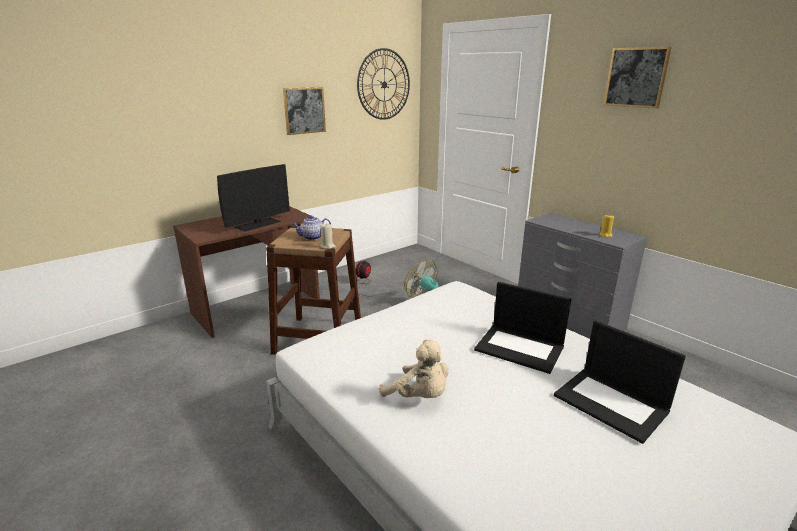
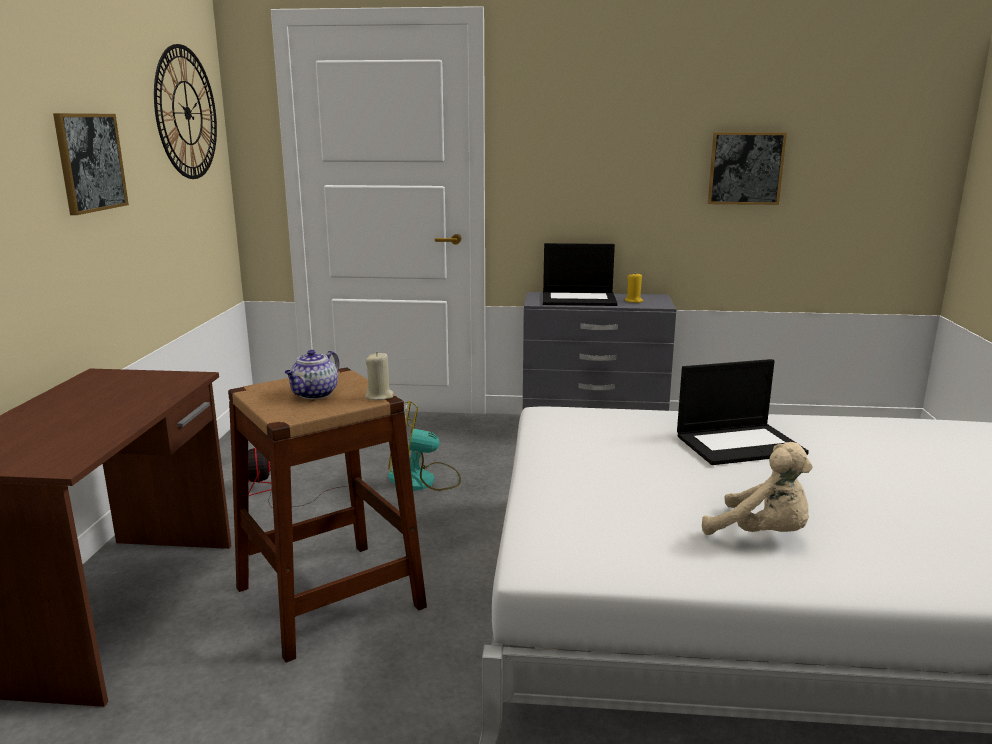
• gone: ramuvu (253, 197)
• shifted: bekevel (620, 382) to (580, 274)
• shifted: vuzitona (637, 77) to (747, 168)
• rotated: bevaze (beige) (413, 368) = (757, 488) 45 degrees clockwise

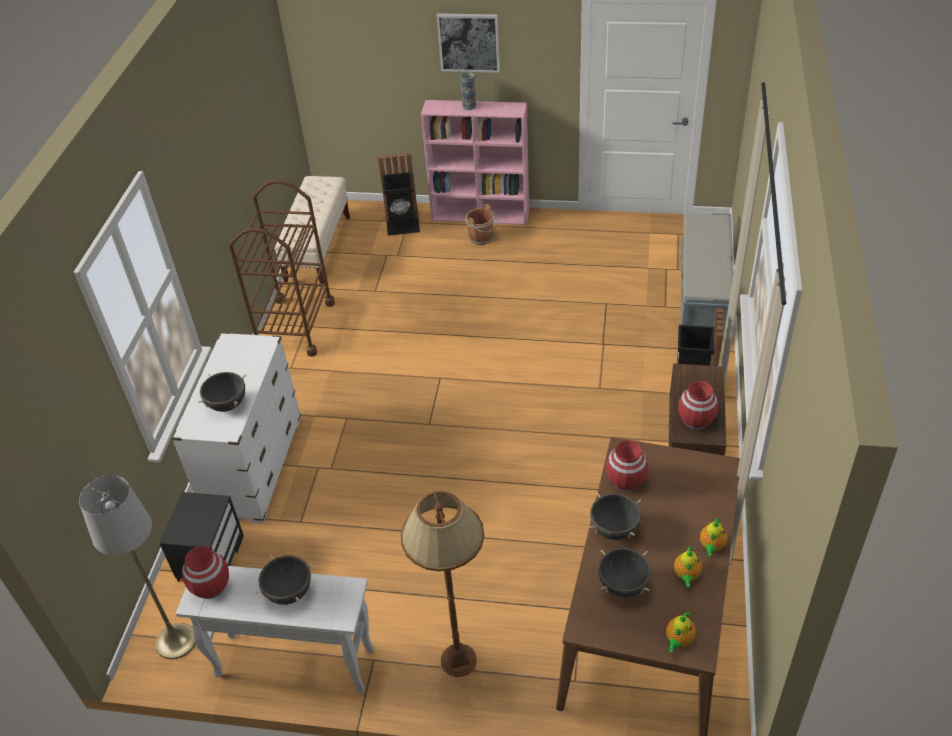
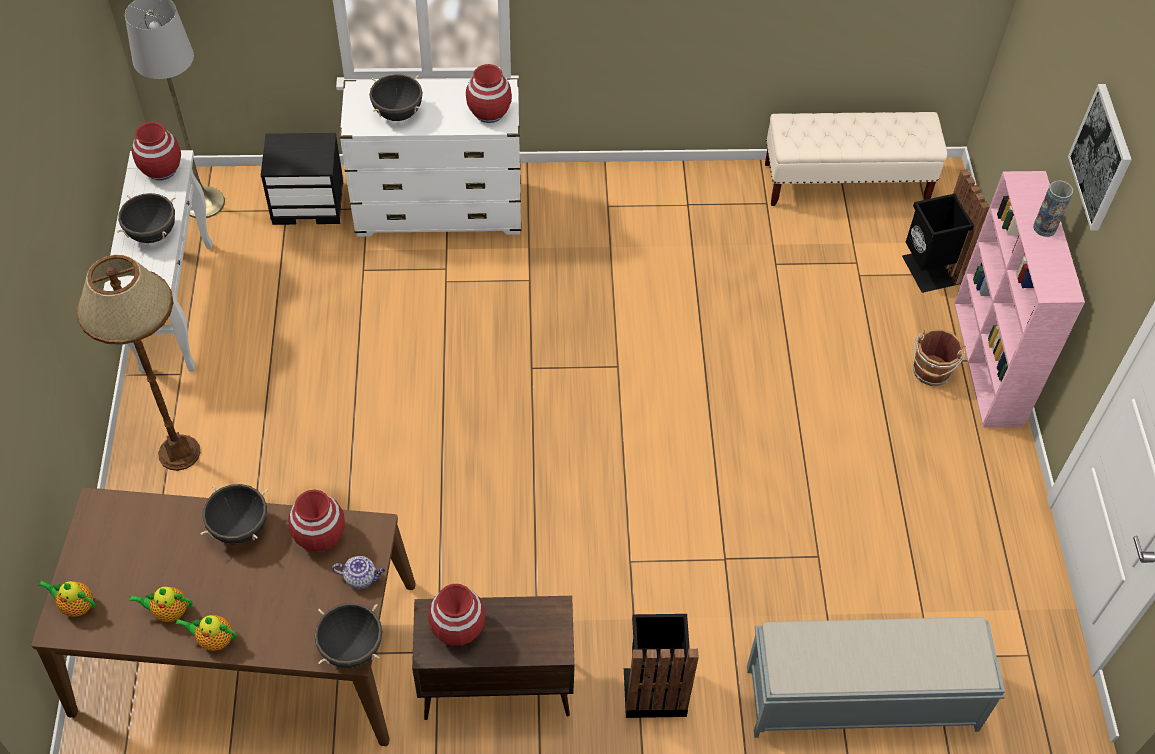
• gone: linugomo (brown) (282, 268)
• new: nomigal (358, 572)
• new: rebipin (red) (489, 93)
• shifted: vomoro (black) (624, 573) to (348, 635)

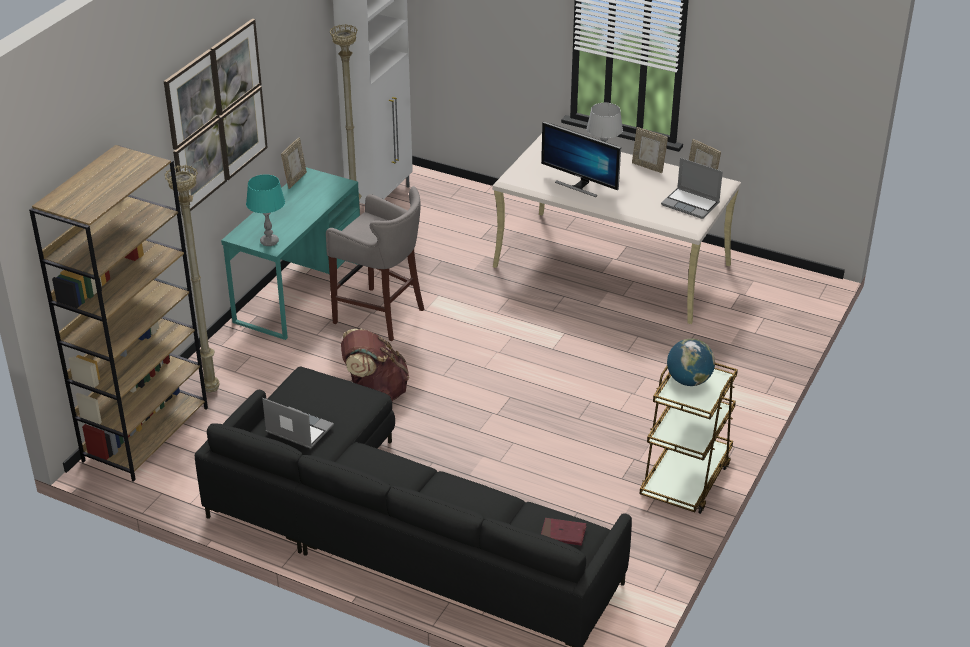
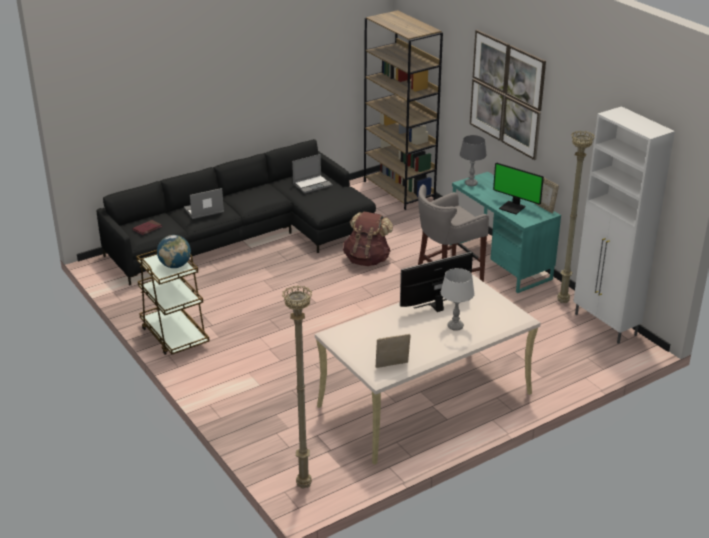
• gone: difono (650, 150)
• new: ramuvu (518, 188)
• shifted: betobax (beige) (191, 279) to (297, 387)
• shifted: bekevel (692, 188) to (204, 203)
• repainted: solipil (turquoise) (265, 210) to solipil (grey) (473, 160)

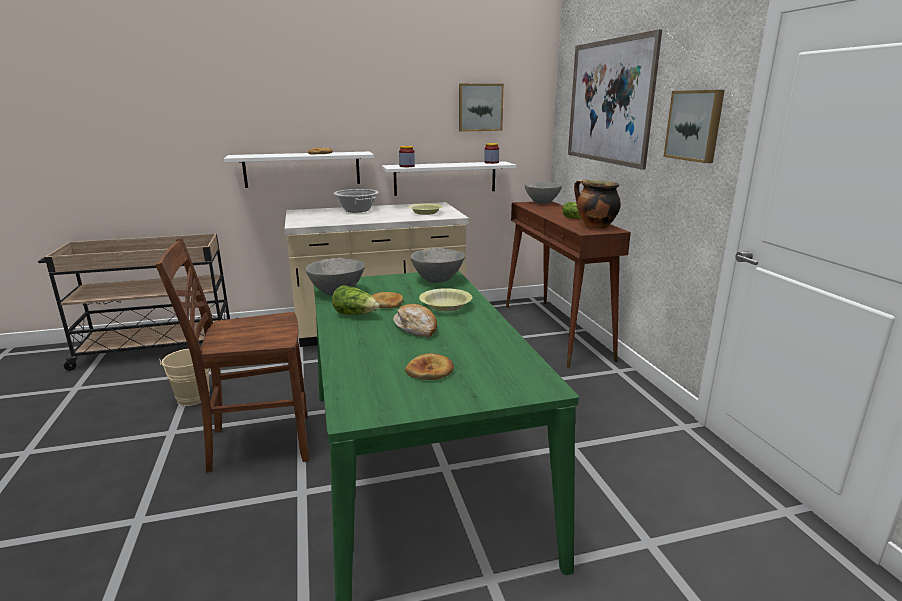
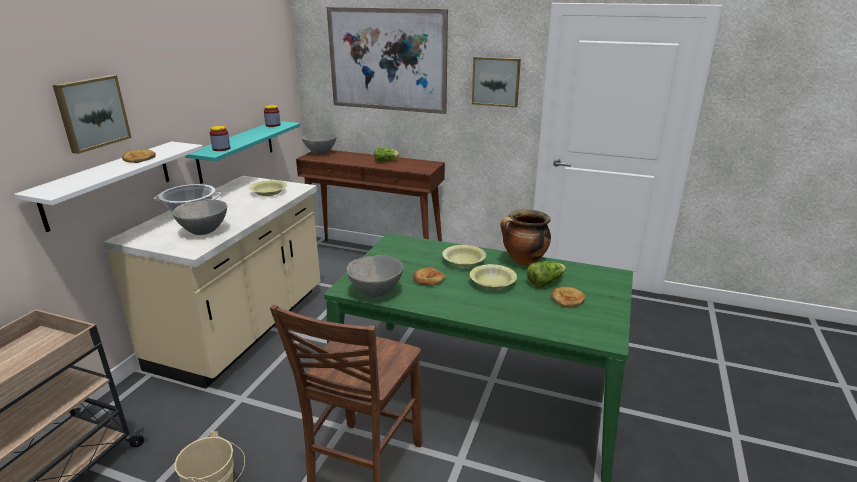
• shifted: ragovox (356, 300) to (546, 274)
• shifted: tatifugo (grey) (438, 265) to (199, 217)
• shifted: vuzitona (481, 107) to (92, 114)
• shifted: vomoro (597, 204) to (525, 237)
• swapped: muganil (415, 320) to tatifugo (yellow) (493, 276)
• repainted: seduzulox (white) (449, 178) to seduzulox (turquoise) (243, 152)

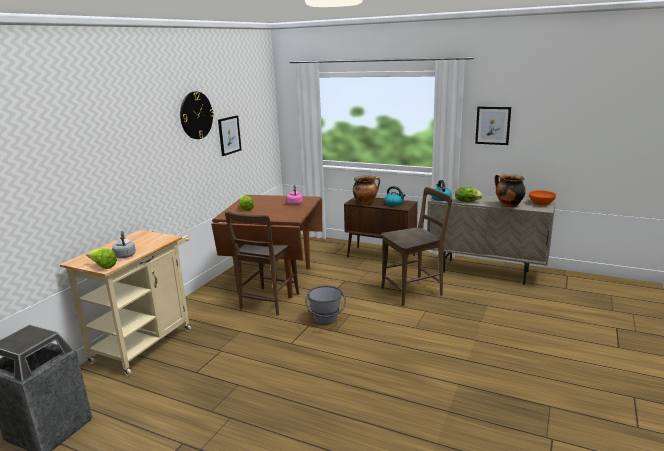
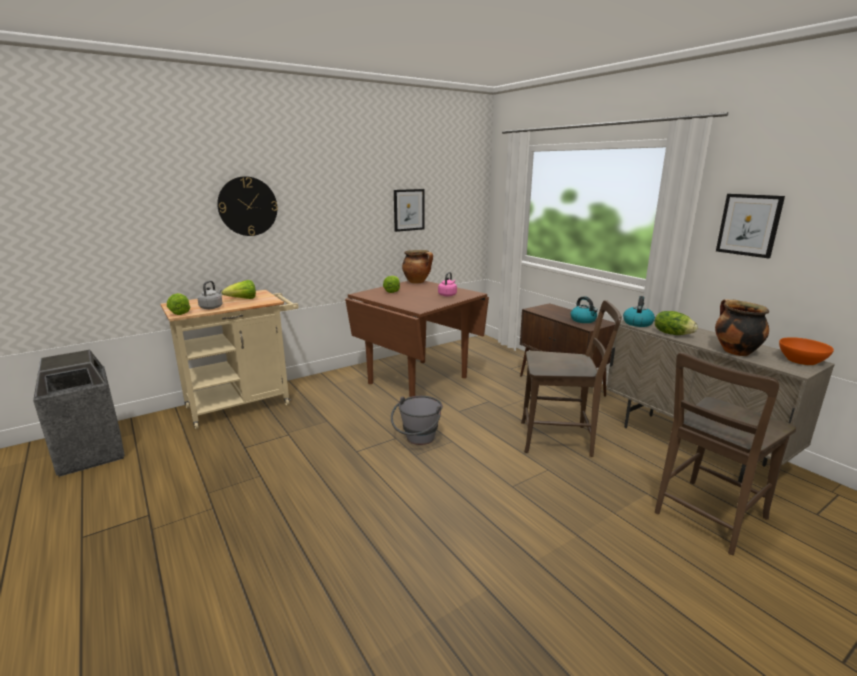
• new: ragovox (239, 289)
• shifted: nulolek (197, 115) to (247, 206)
• shifted: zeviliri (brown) (262, 264) to (725, 453)
• shifted: vomoro (366, 190) to (417, 266)

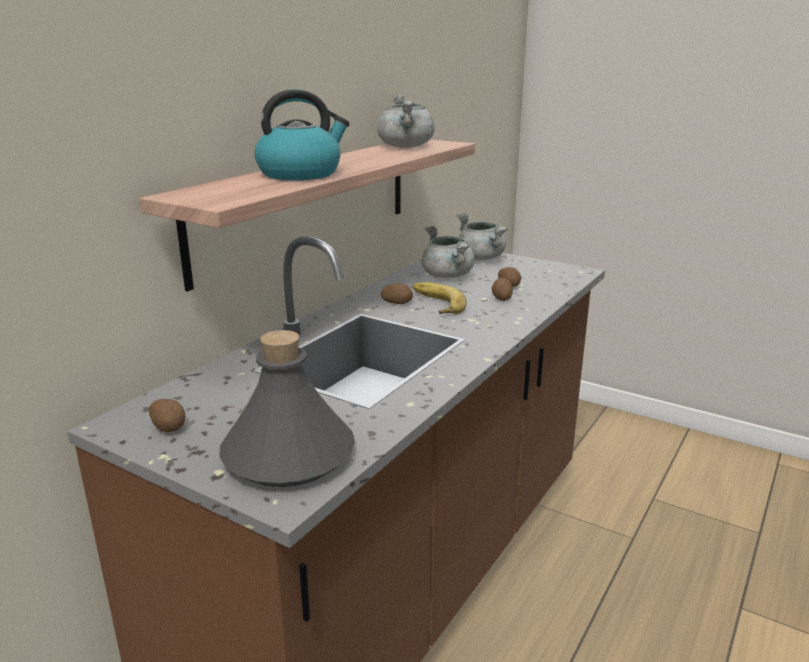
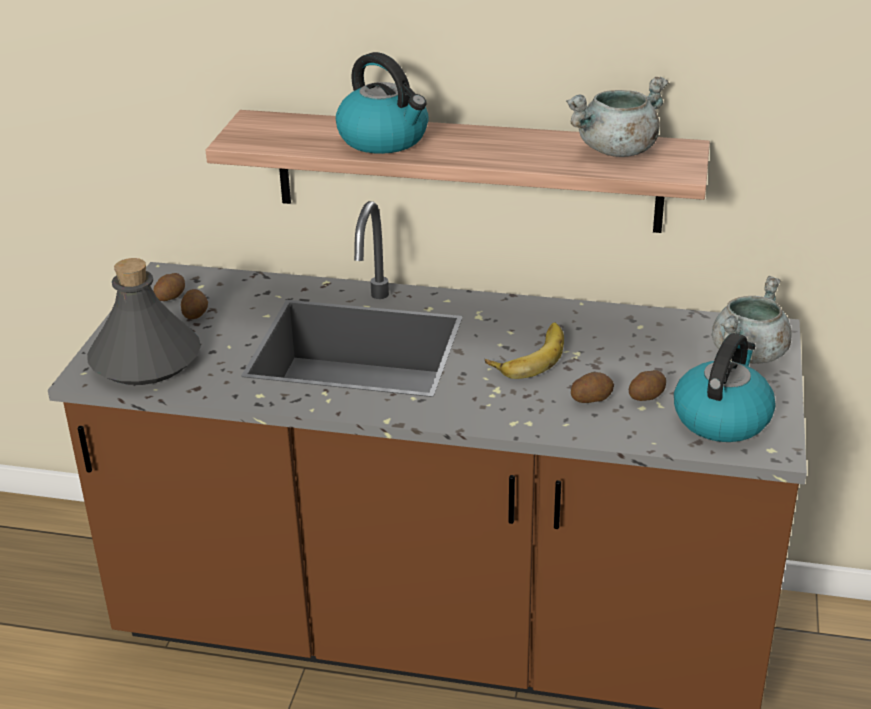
• gone: vomoro (grey) (448, 252)
• new: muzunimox (725, 387)
• shifted: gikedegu (397, 293) to (194, 304)

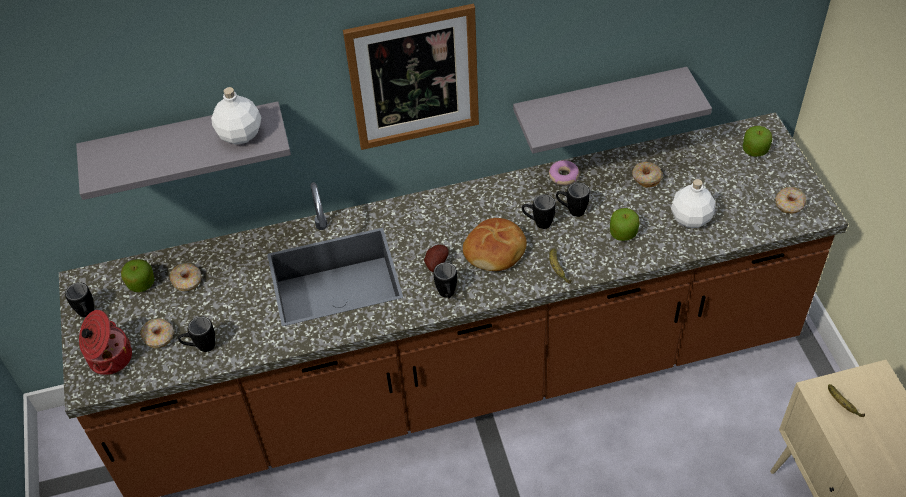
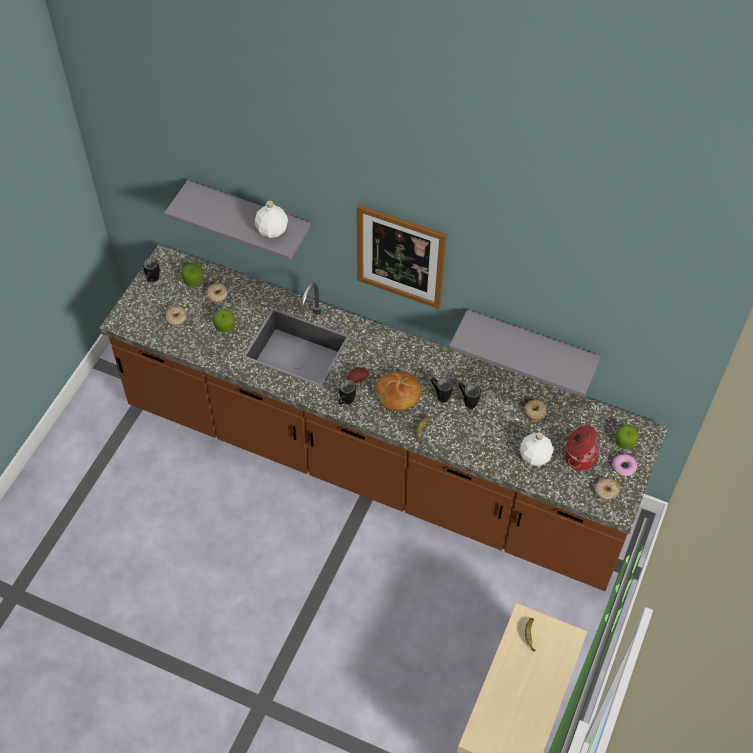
• gone: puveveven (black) (196, 334)
• shifted: vomoro (105, 342) to (582, 448)
• shifted: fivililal (564, 172) to (625, 465)
• shifted: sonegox (625, 224) to (224, 320)

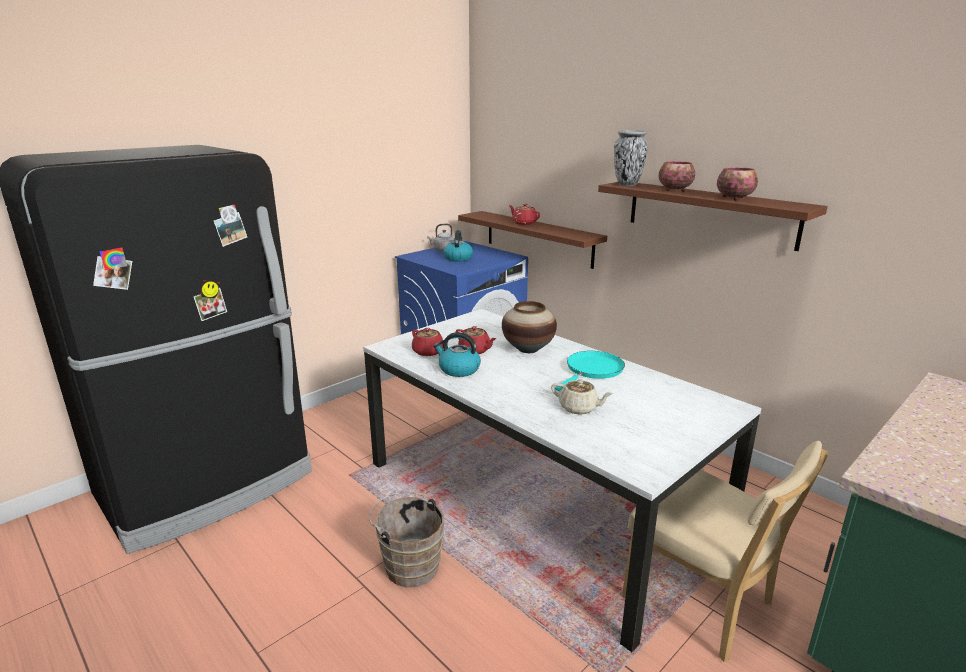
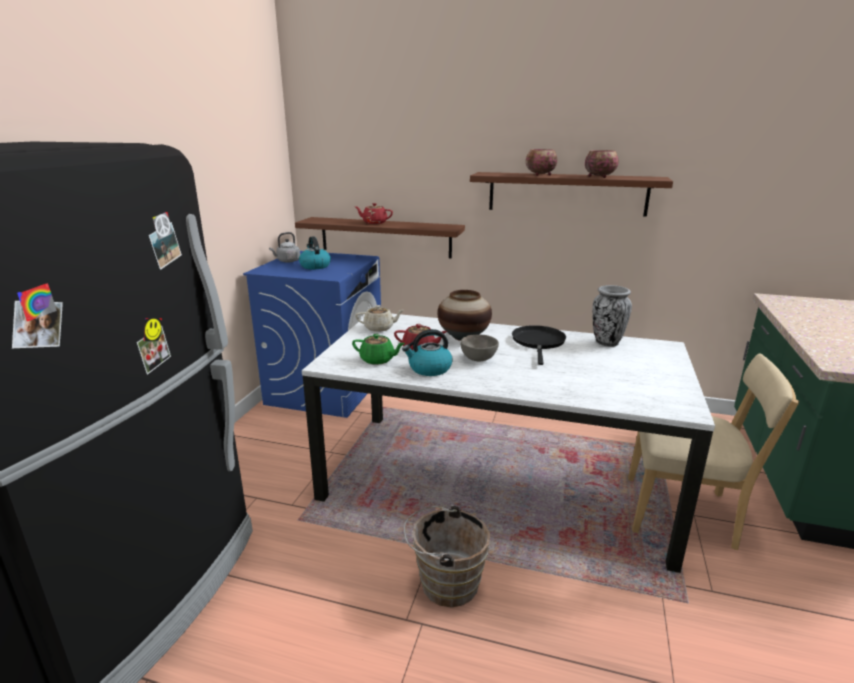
• new: tatifugo (grey) (479, 348)
• shifted: nomigal (beige) (582, 397) to (379, 318)
• shifted: rebipin (631, 158) to (612, 316)
• repainted: nomigal (red) (427, 342) to nomigal (green) (378, 349)
• repainted: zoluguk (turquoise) (590, 371) to zoluguk (black) (539, 345)

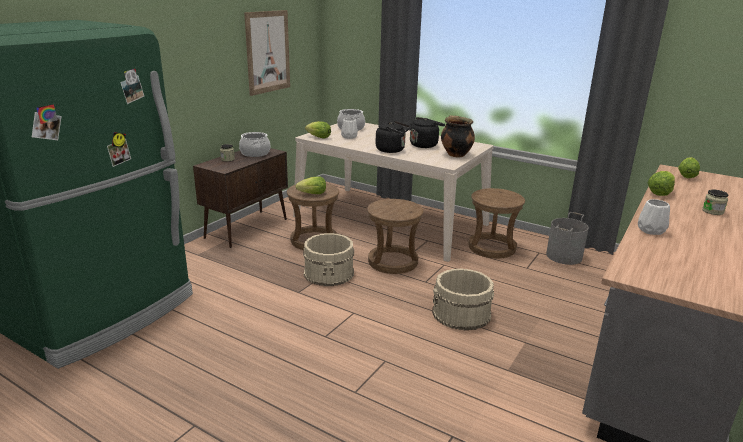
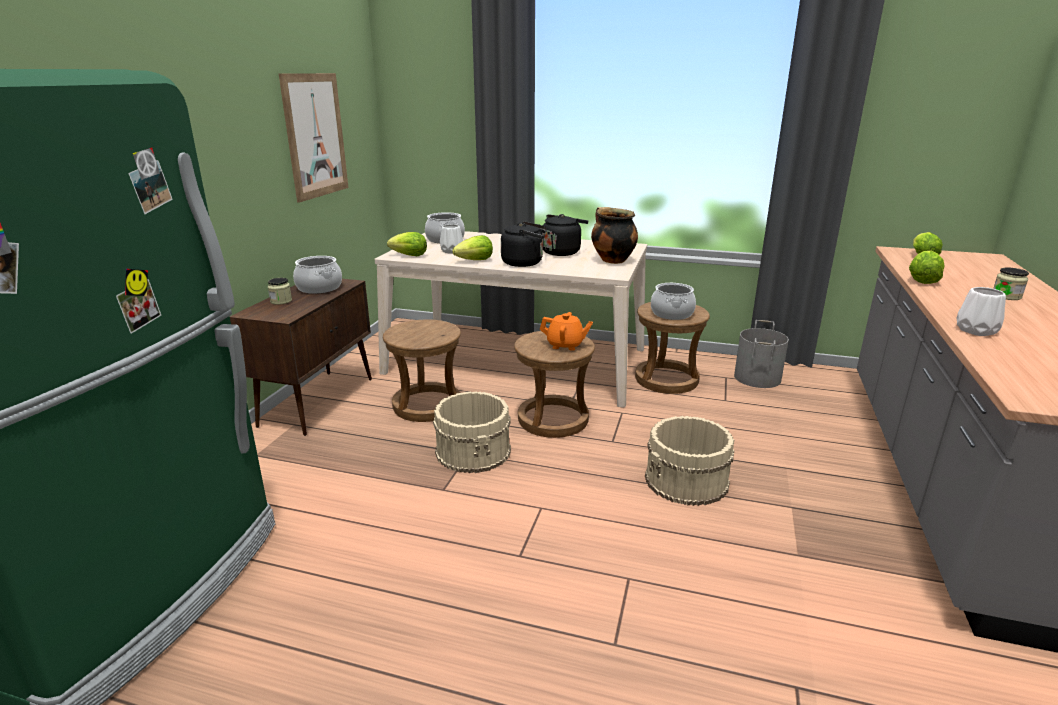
• new: nomigal (orange) (566, 331)
• new: vomoro (673, 301)
• shifted: ragovox (310, 185) to (472, 247)

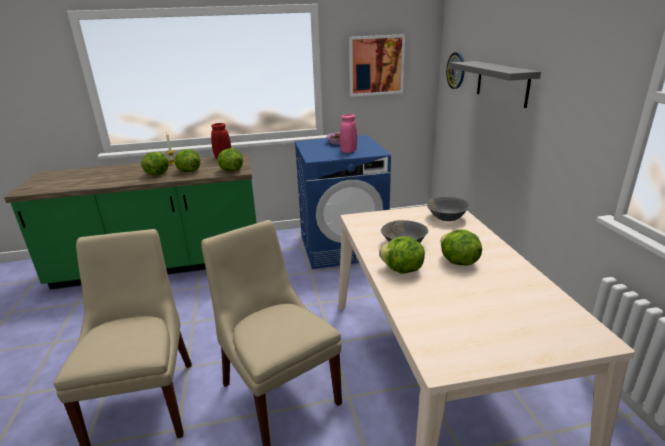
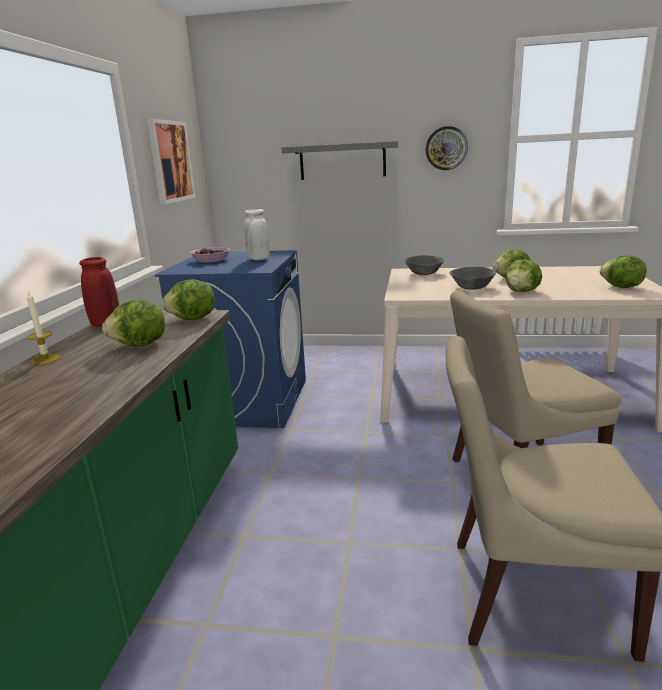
• shifted: ragovox (155, 163) to (623, 272)
• shifted: nulolek (455, 70) to (446, 148)
• repainted: rebipin (pink) (348, 133) to rebipin (white) (256, 234)

